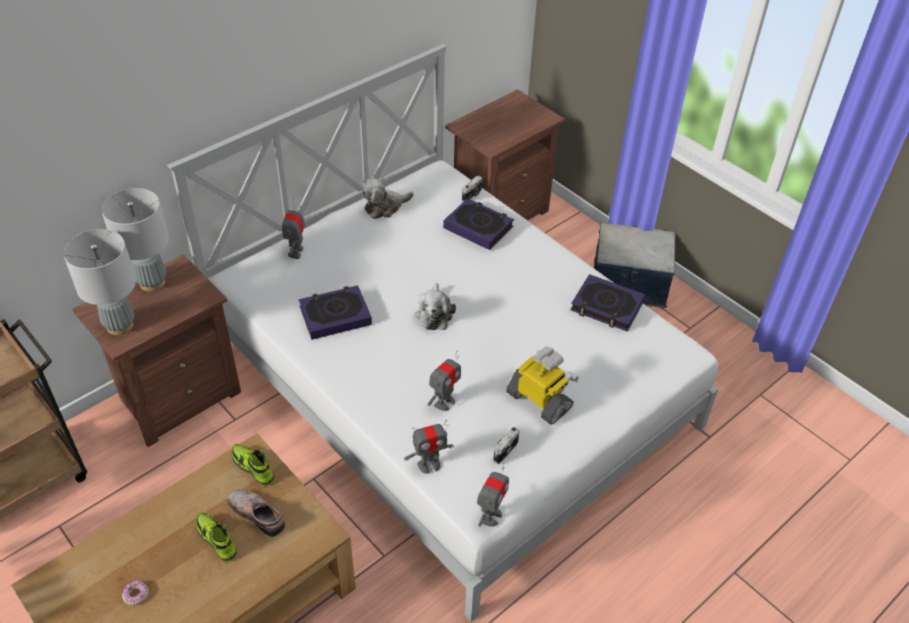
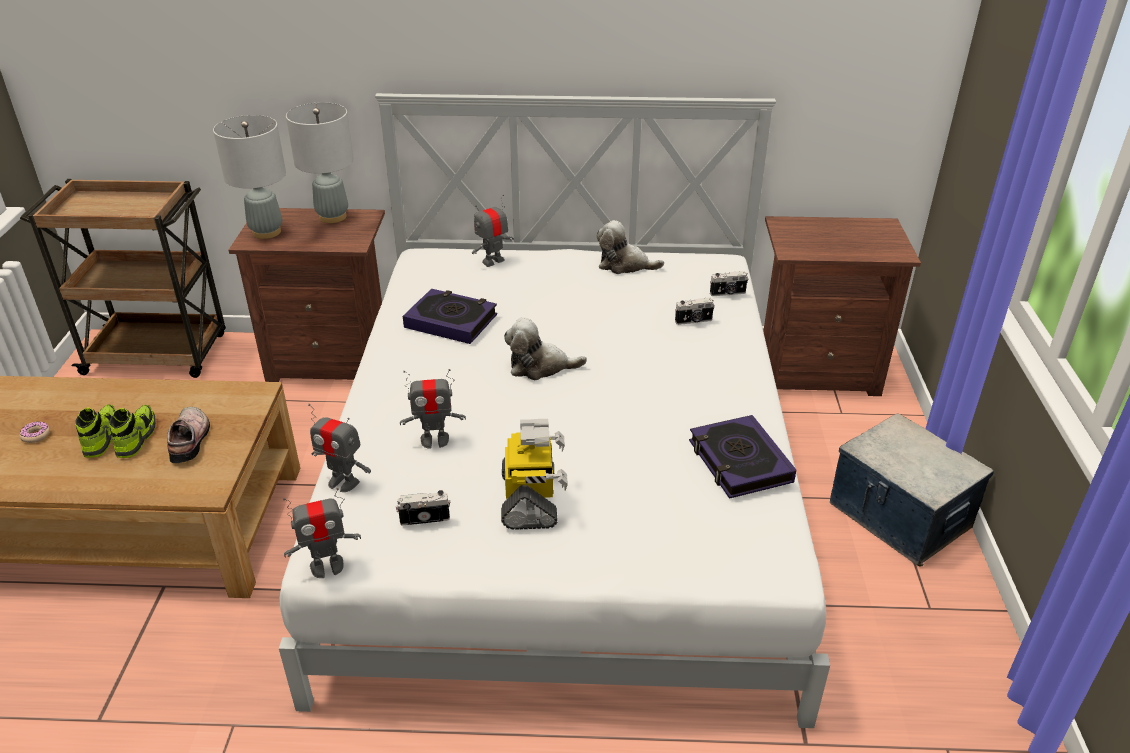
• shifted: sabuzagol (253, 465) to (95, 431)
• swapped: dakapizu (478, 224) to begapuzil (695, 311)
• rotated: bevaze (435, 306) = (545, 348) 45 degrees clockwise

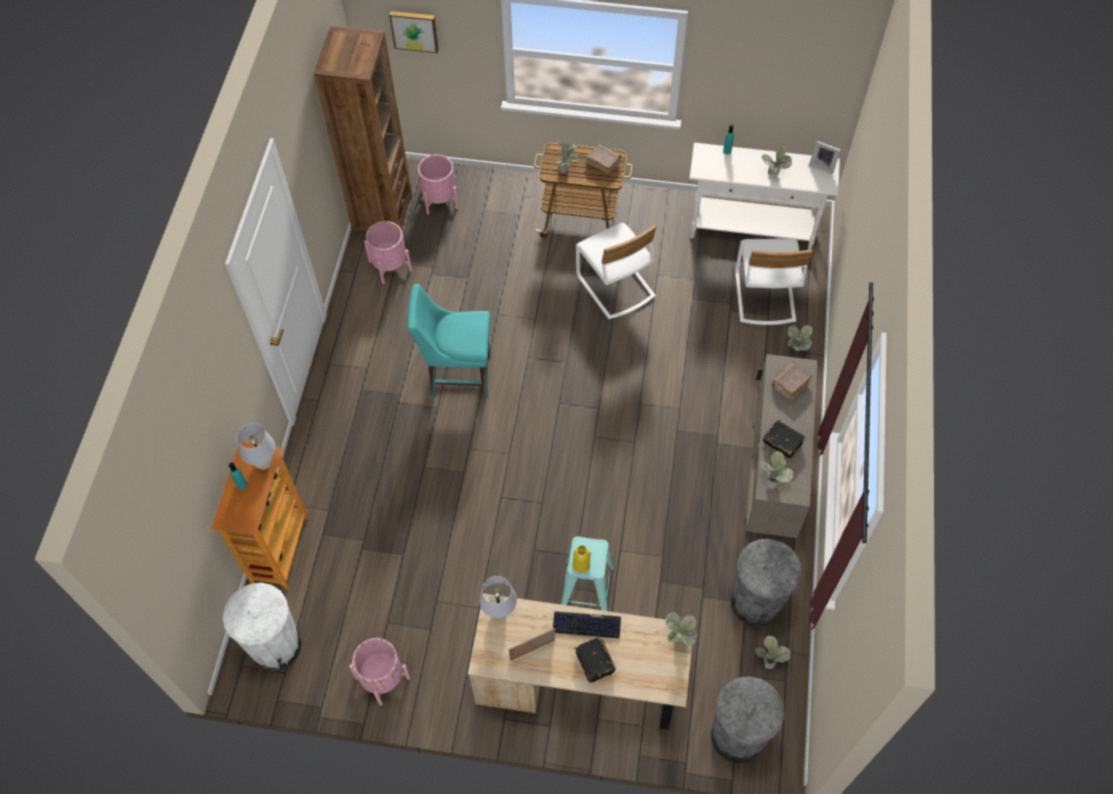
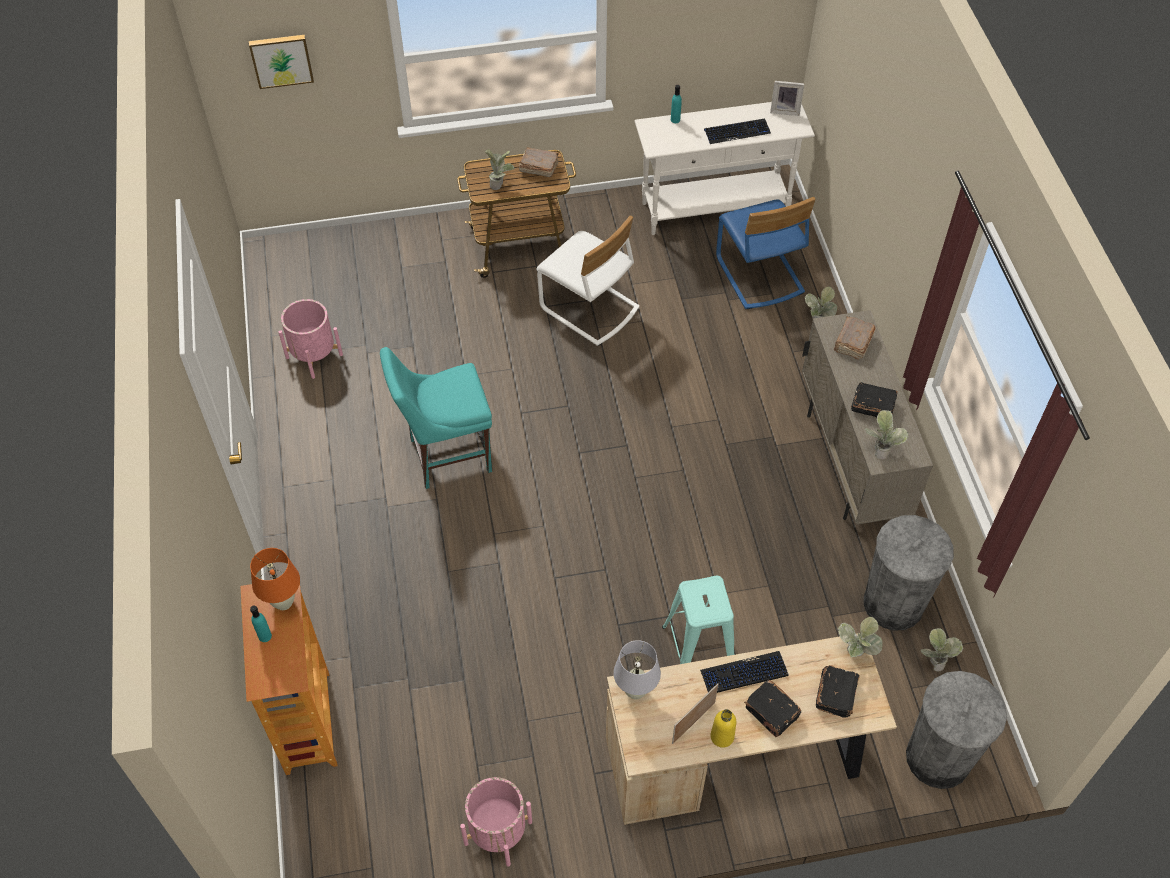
• gone: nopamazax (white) (262, 626)
• gone: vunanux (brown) (363, 130)
• gone: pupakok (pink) (438, 184)
• new: dakapizu (black) (838, 691)
• shifted: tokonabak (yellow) (581, 559) to (723, 728)
• swapped: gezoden (777, 159) to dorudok (737, 131)
• repainted: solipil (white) (256, 446) to solipil (orange) (275, 579)
• repainted: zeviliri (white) (774, 282) to zeviliri (blue) (766, 253)

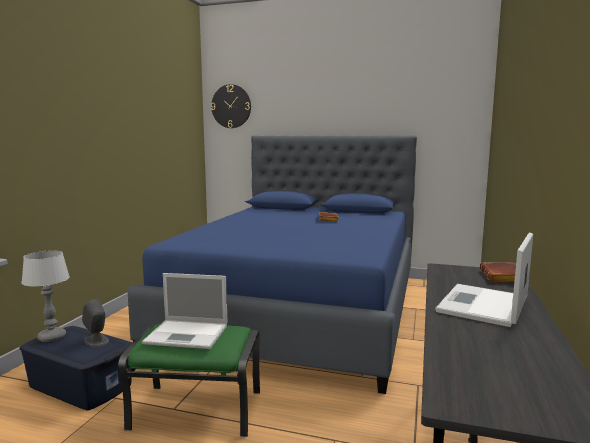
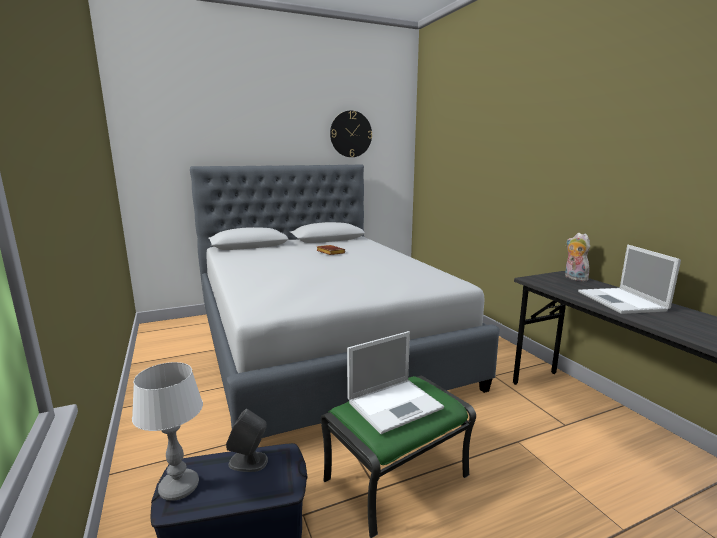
• shifted: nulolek (231, 106) to (351, 134)
• swapped: dakapizu (brown) (498, 272) to bevaze (577, 257)
• repainted: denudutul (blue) (272, 264) to denudutul (grey) (345, 301)

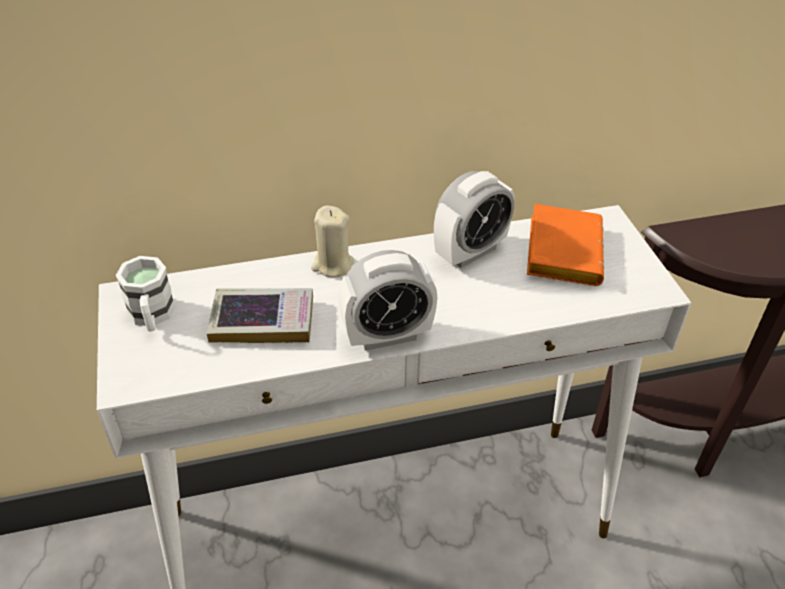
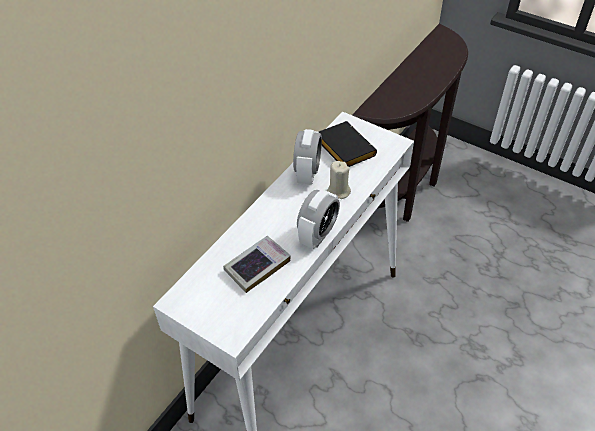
• gone: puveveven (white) (145, 294)
• shifted: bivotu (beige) (332, 241) to (339, 180)
• repainted: dakapizu (orange) (565, 245) to dakapizu (black) (348, 144)

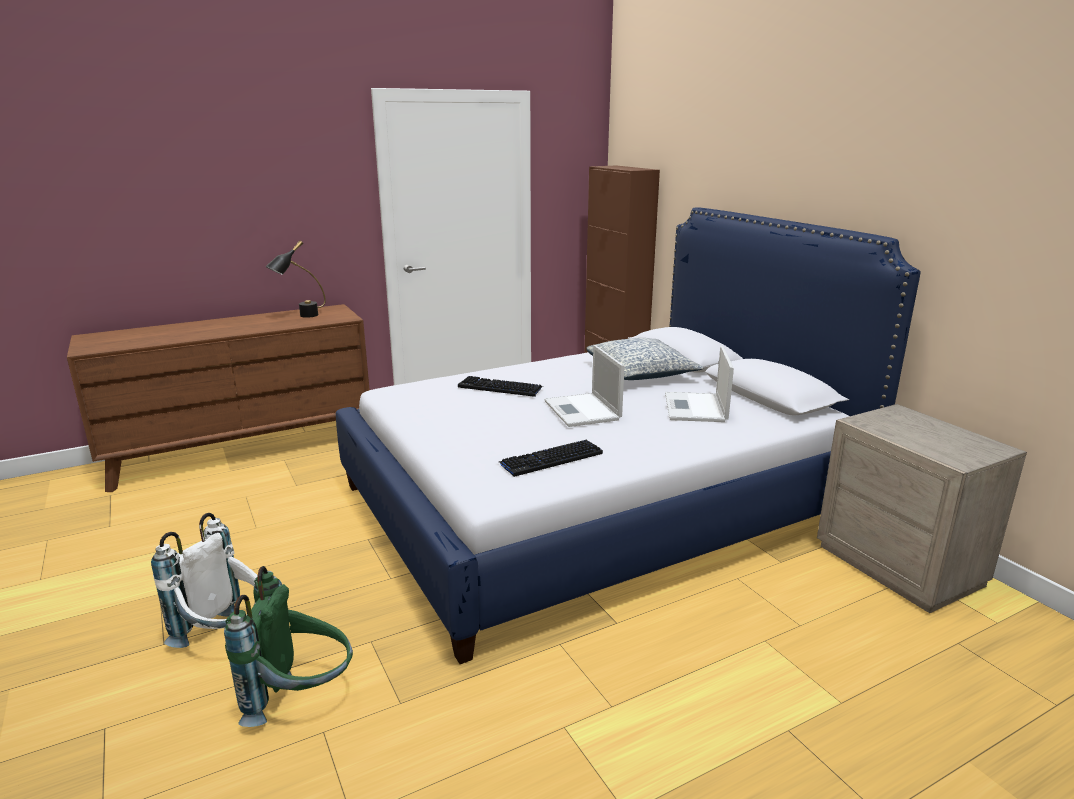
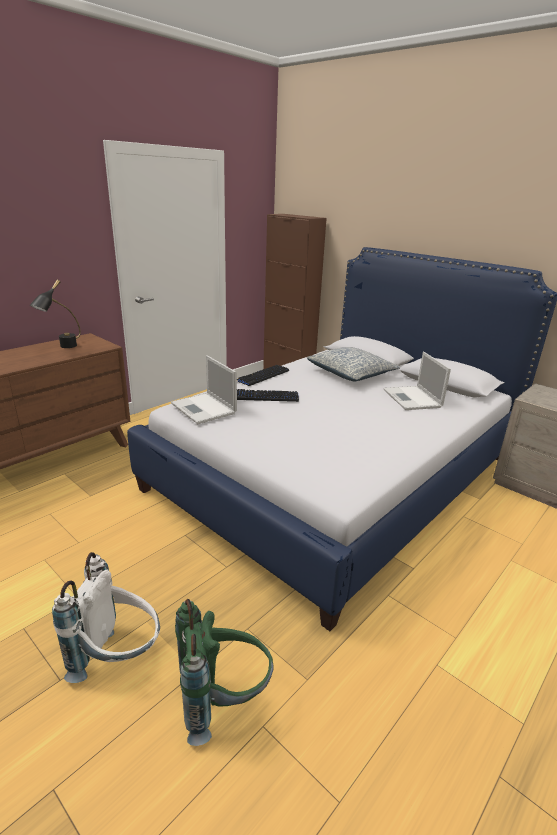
• shifted: dorudok (551, 458) to (263, 375)
• shifted: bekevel (584, 386) to (204, 389)

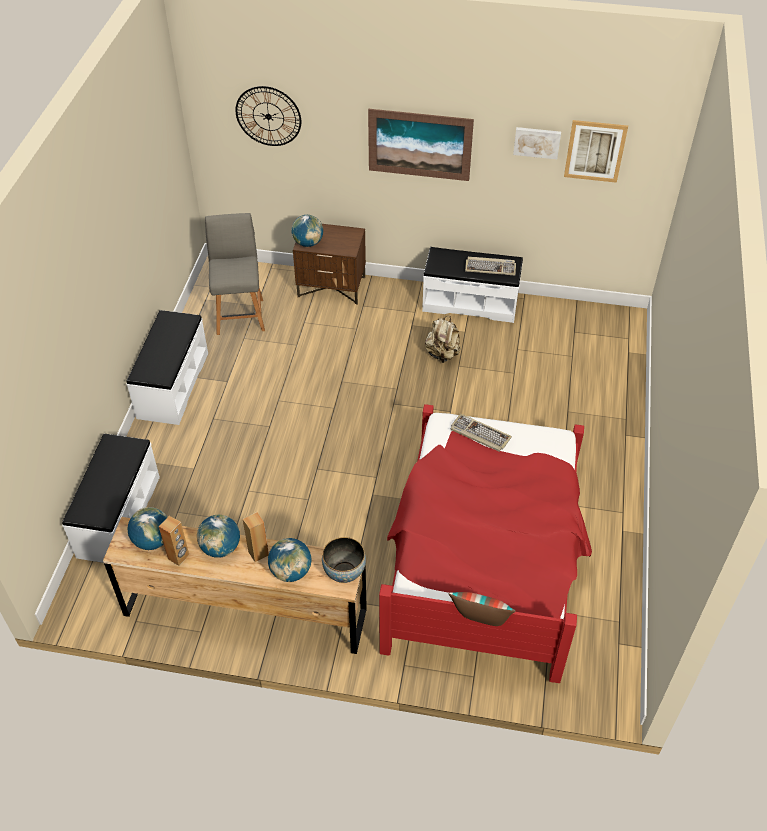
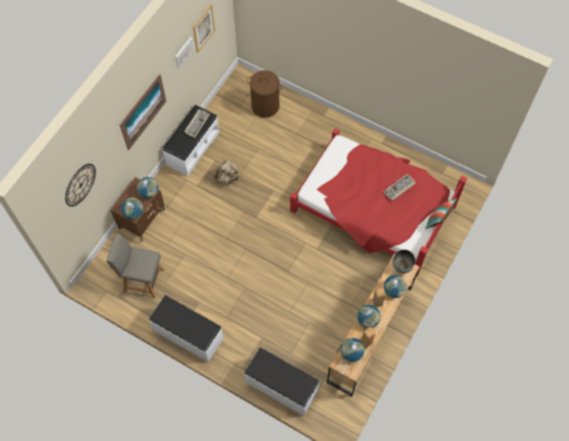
• new: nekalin (148, 187)
• new: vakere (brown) (265, 94)
• shifted: dorudok (481, 433) to (399, 187)

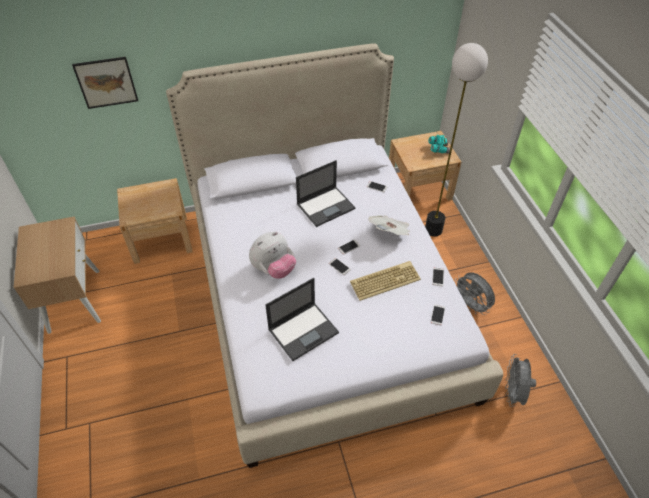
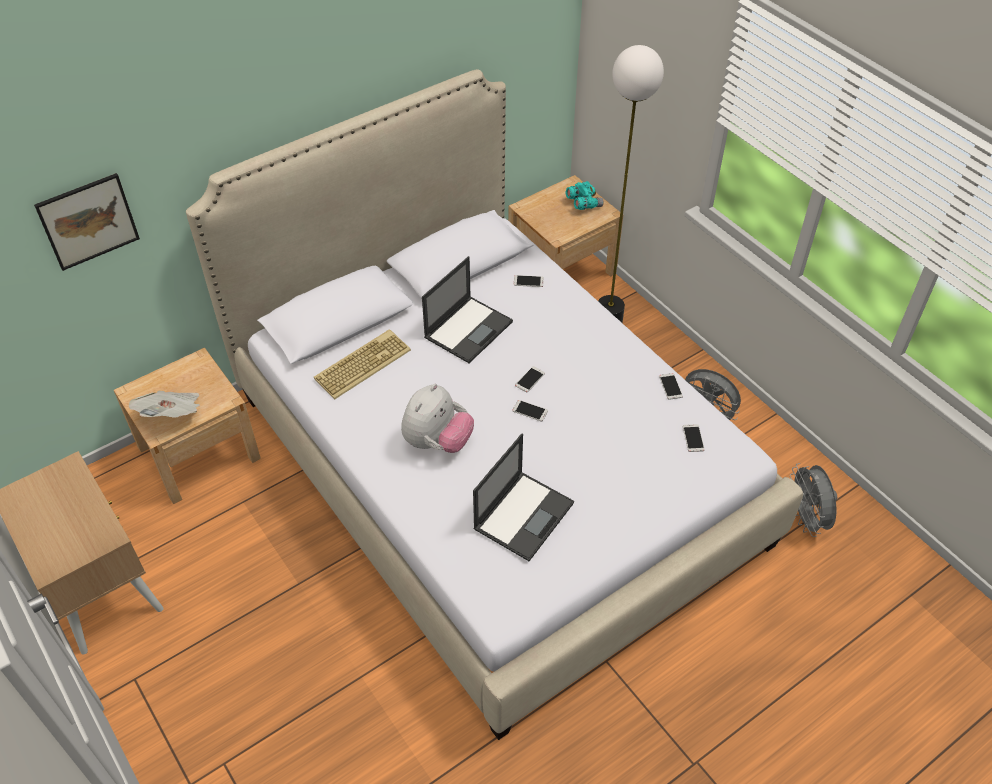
• shifted: dorudok (385, 281) to (362, 364)
• shifted: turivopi (389, 225) to (164, 404)

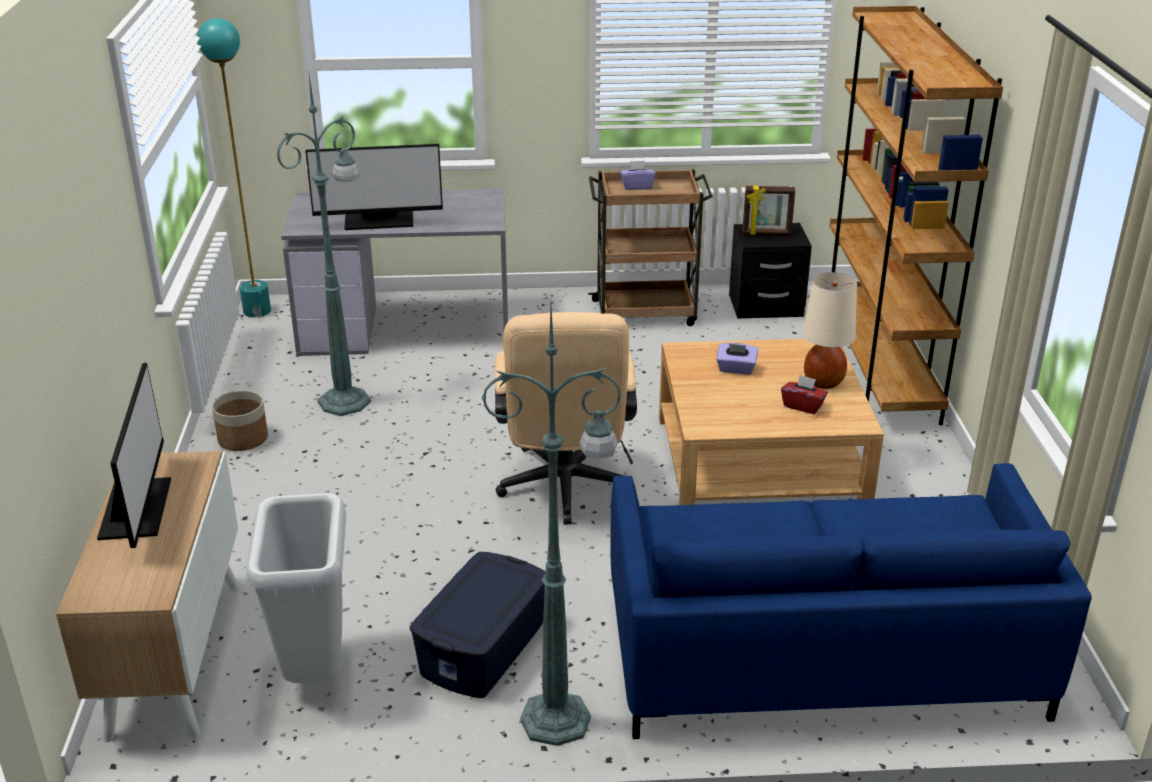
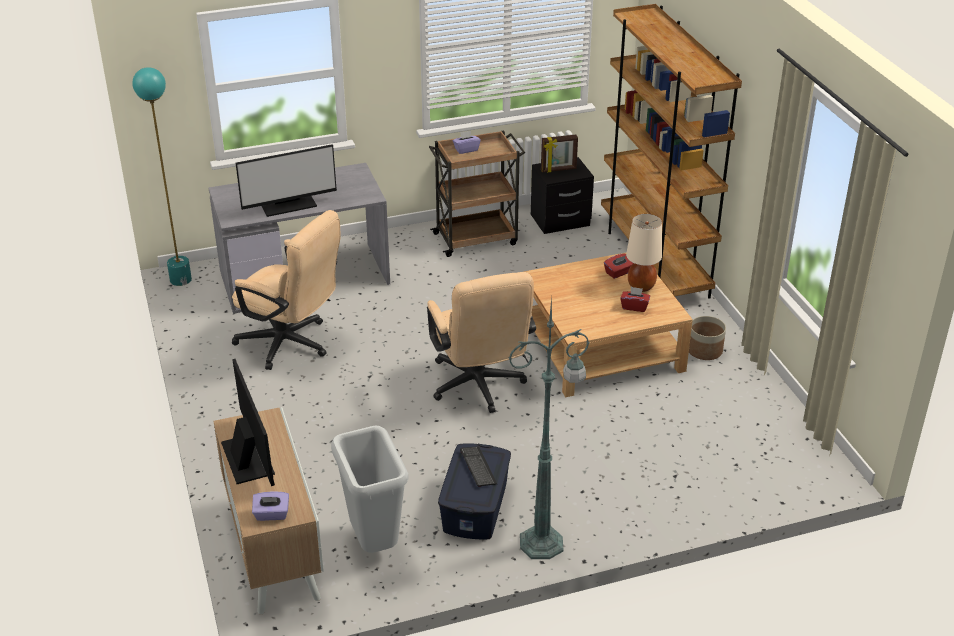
• gone: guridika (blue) (851, 601)
• new: dorudok (478, 466)
• new: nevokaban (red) (618, 266)
• shifted: pupakok (240, 420) to (707, 338)
• shifted: nevokaban (purple) (737, 359) to (270, 506)
• swapped: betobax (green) (323, 245) to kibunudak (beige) (286, 290)

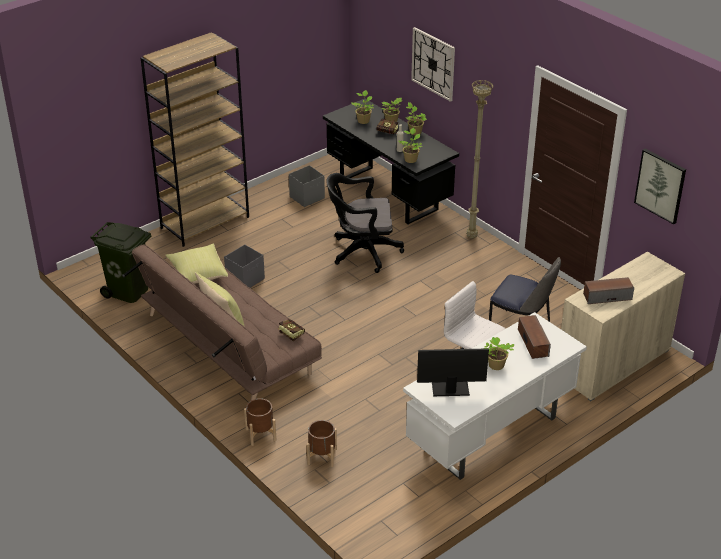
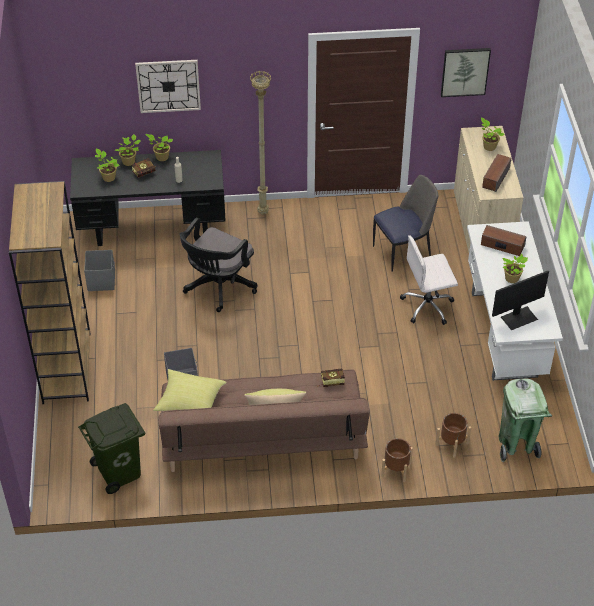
• new: nopamazax (green) (525, 420)
• shifted: gezoden (410, 145) to (493, 134)
• rotated: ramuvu (453, 372) = (520, 300) 150 degrees counterclockwise

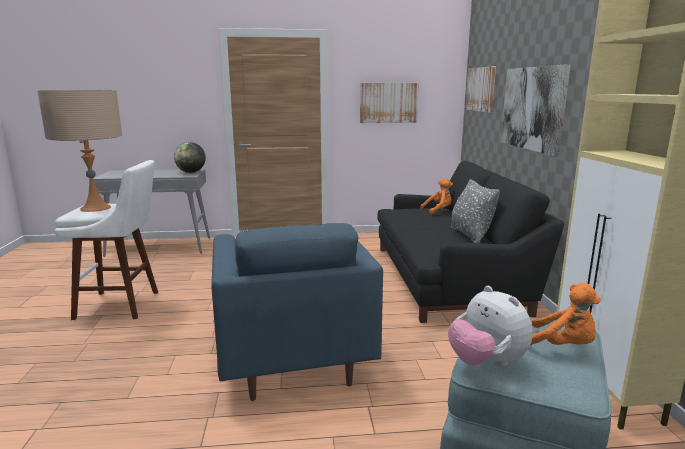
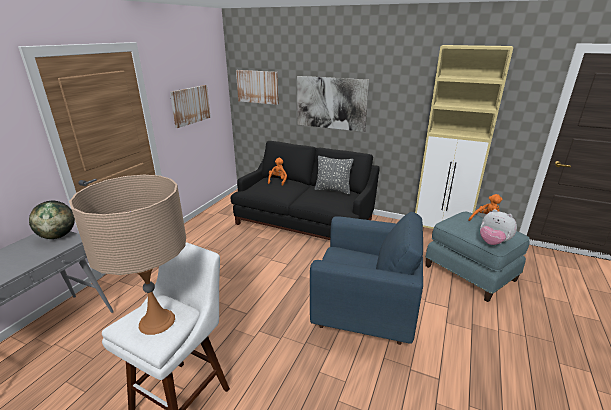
• rotated: bevaze (490, 326) = (498, 227) 45 degrees clockwise

